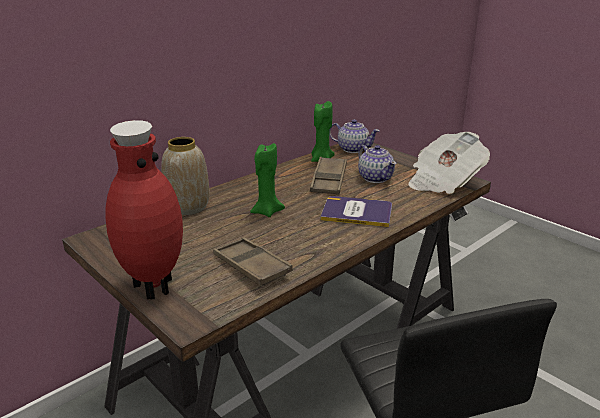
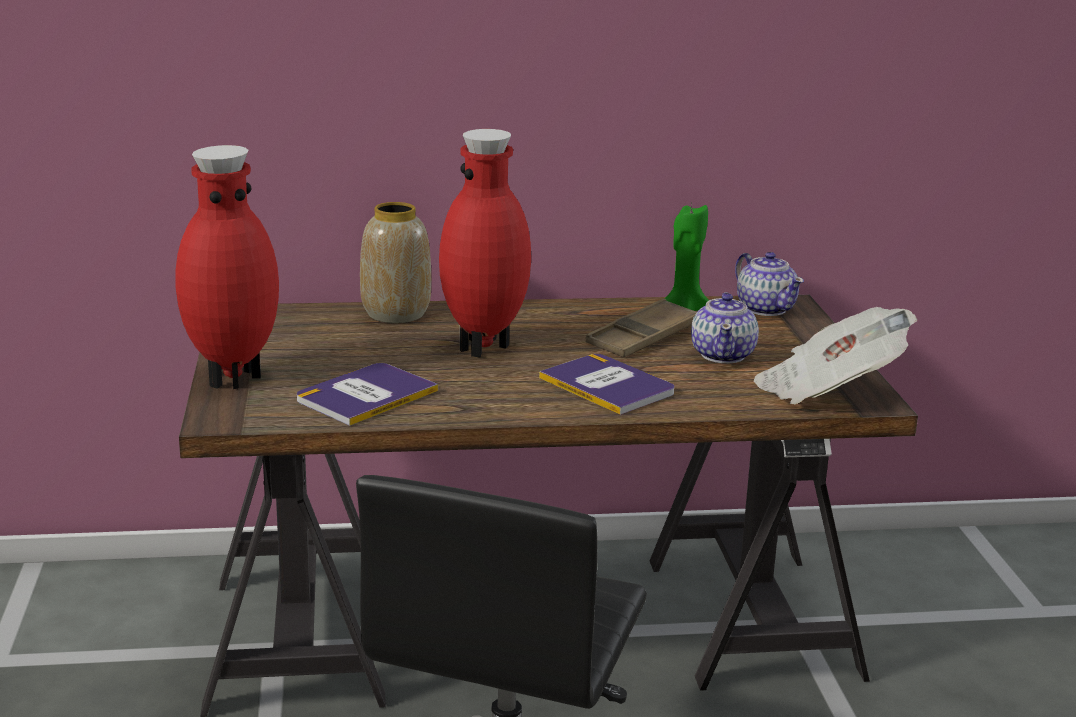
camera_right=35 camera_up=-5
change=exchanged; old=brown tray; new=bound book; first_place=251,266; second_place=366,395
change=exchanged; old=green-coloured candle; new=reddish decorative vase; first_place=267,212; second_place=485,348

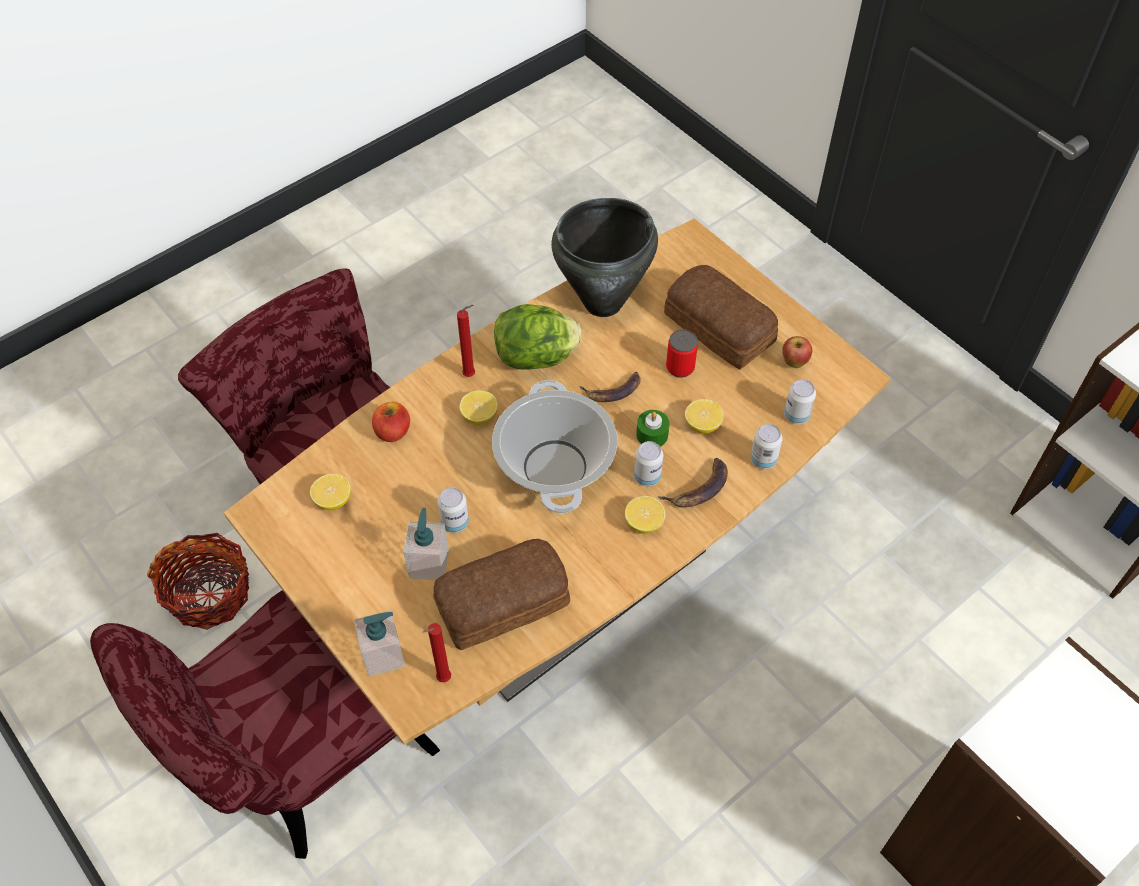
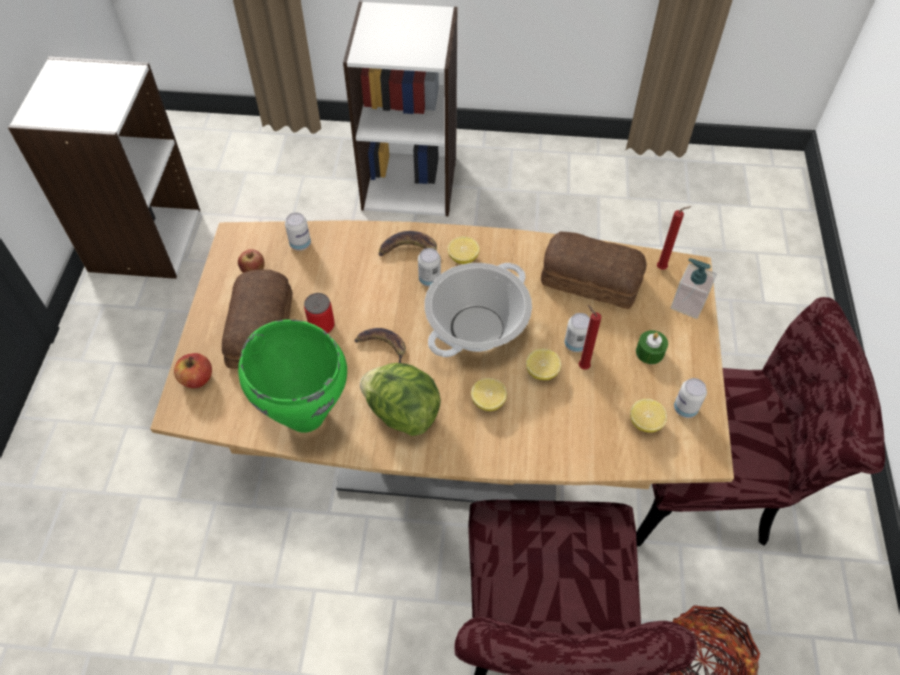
camera_right=-135 camera_up=0
change=relocated; old=apple fruit; first_place=392,431; second_place=197,379
change=colour; old=blackish saucepot; new=green-coloured saucepot; first_place=604,303; second_place=305,414
change=relocated; old=lemon; first_place=702,425; second_place=542,372
change=relocated; old=reddish candle; first_place=471,375; second_place=582,366
change=relocated; old=green-coloured candle; first_place=652,435; second_place=650,352
change=relocated; old=metal can; first_place=763,460; second_place=685,409
change=missing; old=soap bottle; first_place=429,564

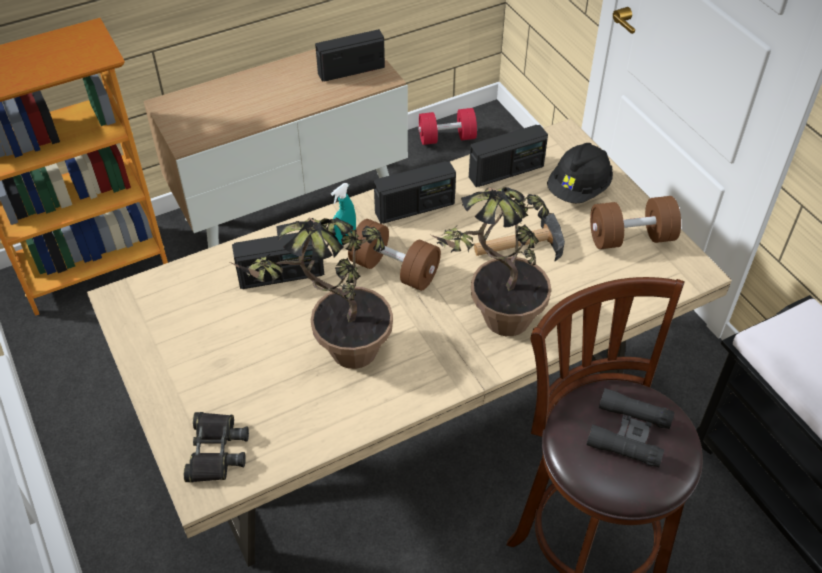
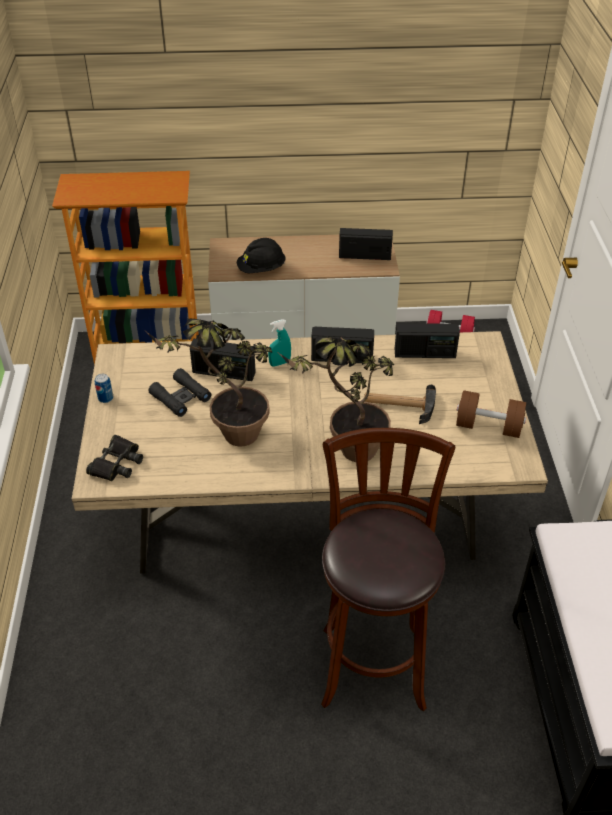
camera_right=25 camera_up=-5
change=appeared; new=metal can; second_place=105,398
change=relocated; old=blackish pair of binoculars; first_place=629,433; second_place=180,397
change=relocated; old=blackish work helmet; first_place=579,189; second_place=261,269
change=missing; old=brown free weight; first_place=394,269

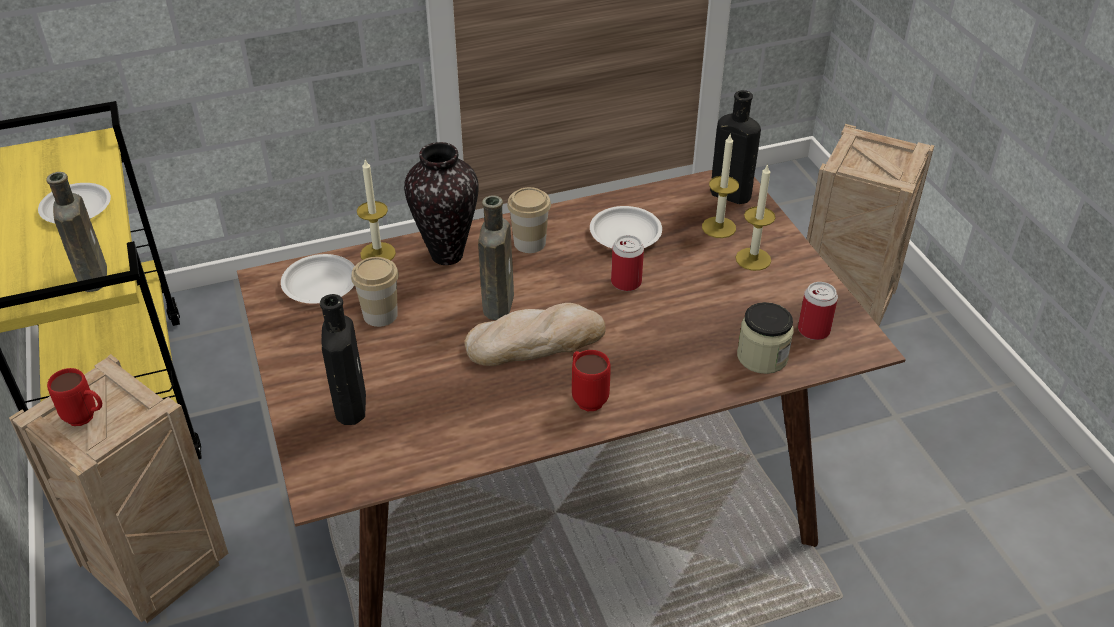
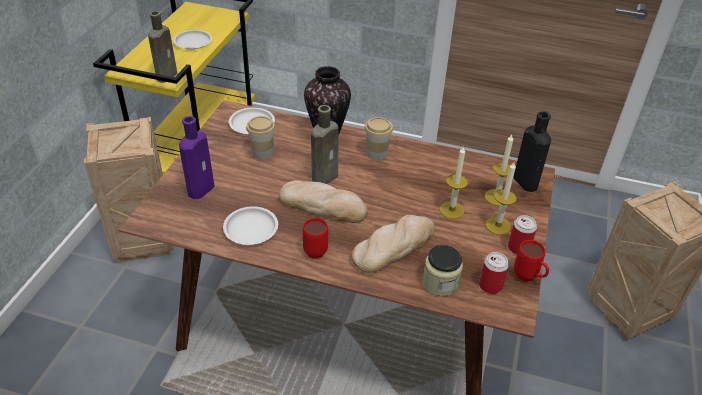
camera_right=35 camera_up=0
change=colour; old=blackish beverage bottle; new=purple-coloured beverage bottle; first_place=350,403; second_place=202,188
change=relocated; old=white-coloured dinner plate; first_place=625,233; second_place=251,228
change=appeared; new=bakery bread; second_place=394,246
change=relocated; old=candle; first_place=378,253; second_place=451,210
change=relocated; old=metal can; first_place=626,282; second_place=518,248
change=relocated; old=reddish tea mug; first_place=87,419; second_place=528,278

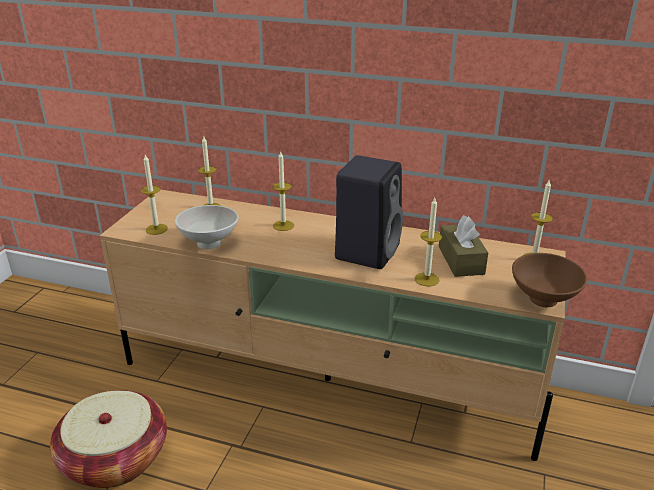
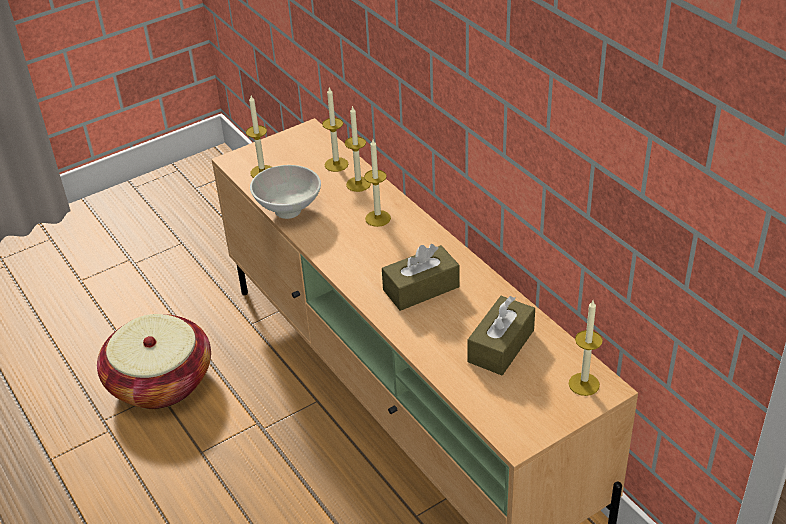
camera_right=40 camera_up=10
change=relocated; old=candle; first_place=427,279; second_place=358,184
change=exchanged; old=blackish speaker; new=brown tissue box; first_place=367,251; second_place=421,288
change=missing; old=brown deep dish; first_place=545,300

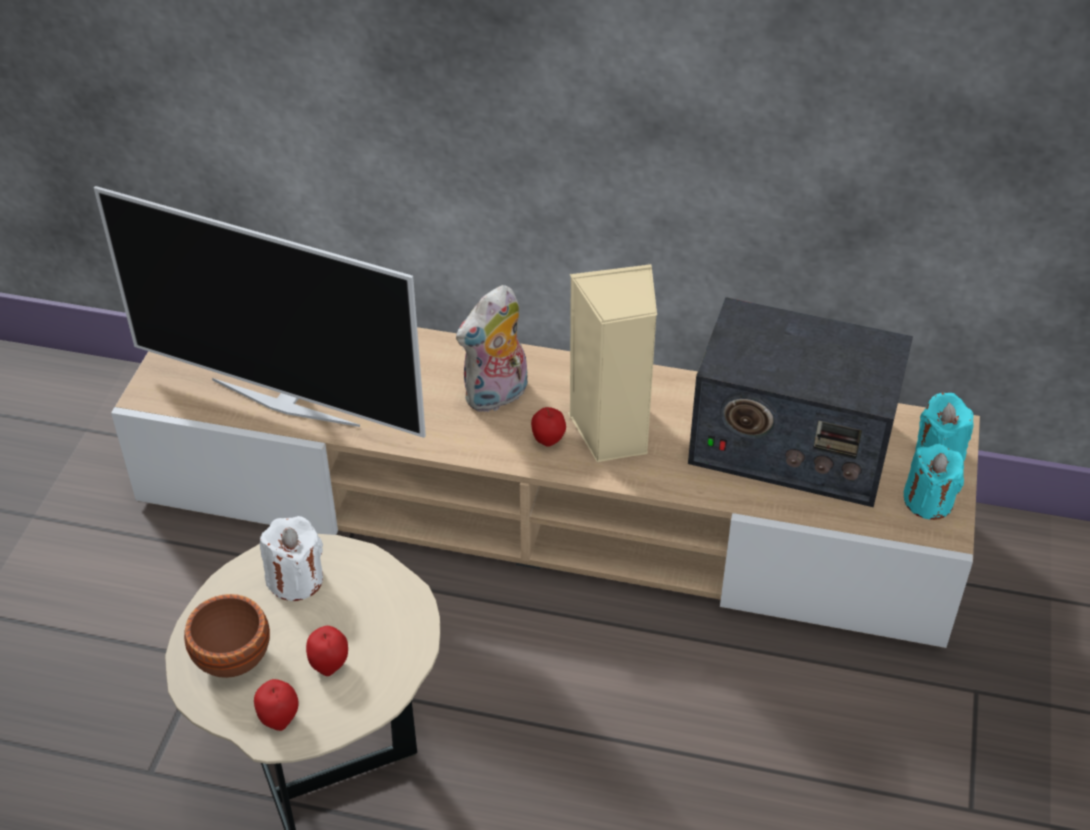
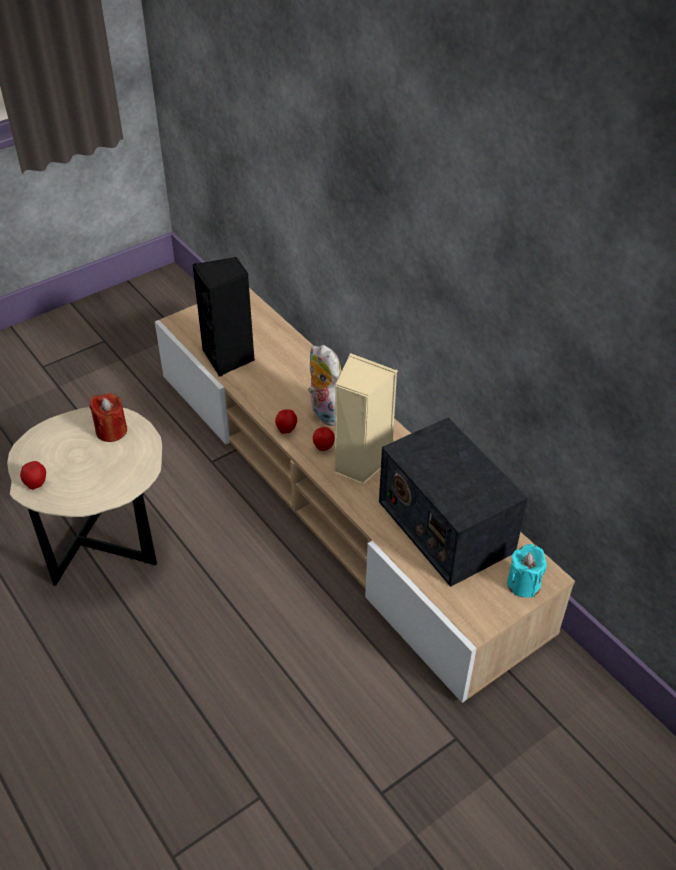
camera_right=40 camera_up=0
change=colour; old=white-coloured candle; new=reddish candle; first_place=295,579; second_place=111,431
change=exchanged; old=television; new=blackish speaker; first_place=286,401; second_place=229,358
change=relocated; old=apple fruit; first_place=330,666; second_place=286,430
change=spun; old=cuddly toy; first_place=497,397; second_place=324,412; degrees=60
change=missing; old=brown deep dish; first_place=231,661
change=missing; old=turquoise candle; first_place=928,501

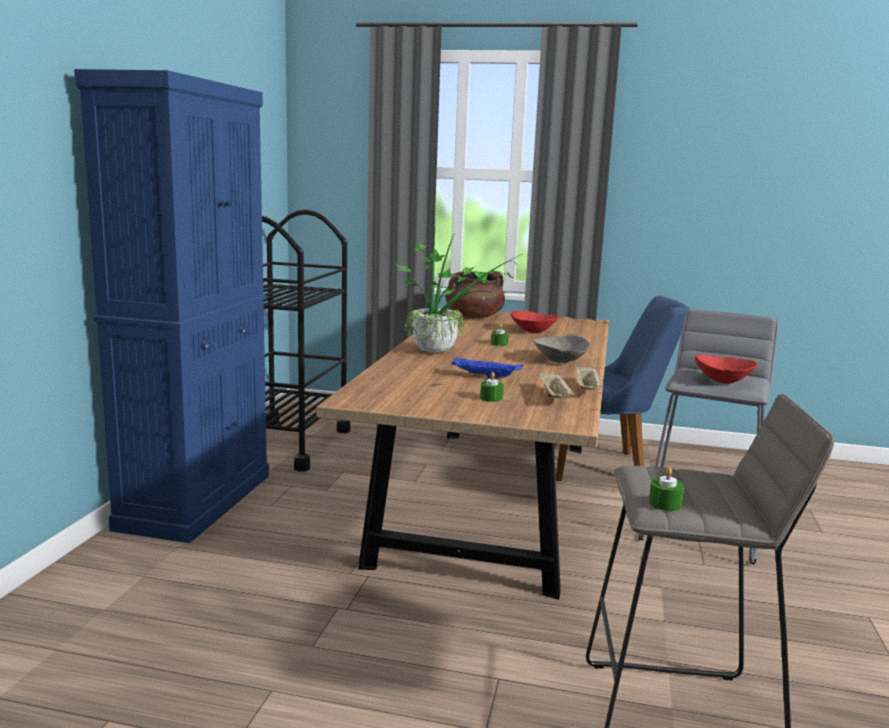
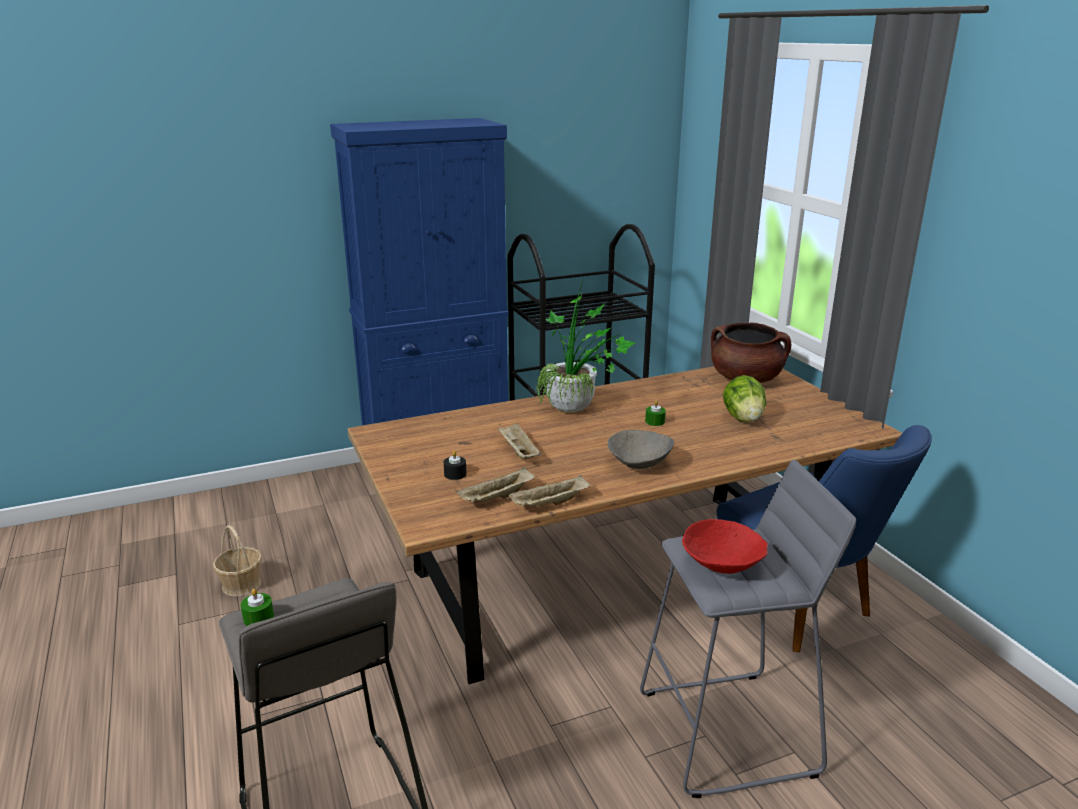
camera_right=55 camera_up=10
change=appeared; new=basket; second_place=241,584
change=colour; old=green-coloured candle; new=blackish candle; first_place=491,398; second_place=455,474
change=colour; old=blue-coloured tray; new=beige-coloured tray; first_place=484,377; second_place=518,452
change=exchanged; old=reddish deep dish; new=lettuce head; first_place=533,331; second_place=743,419

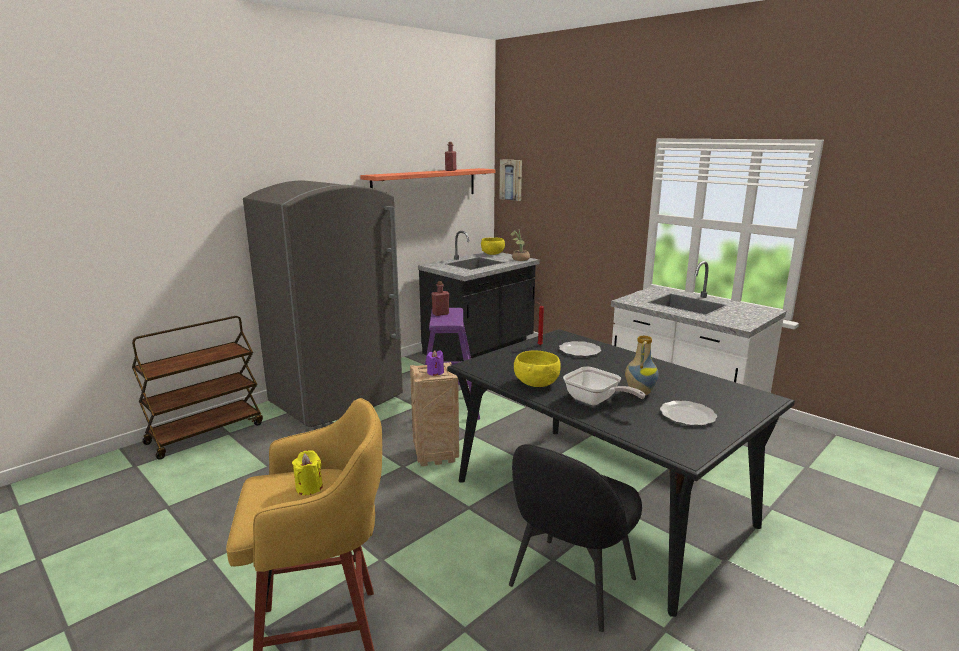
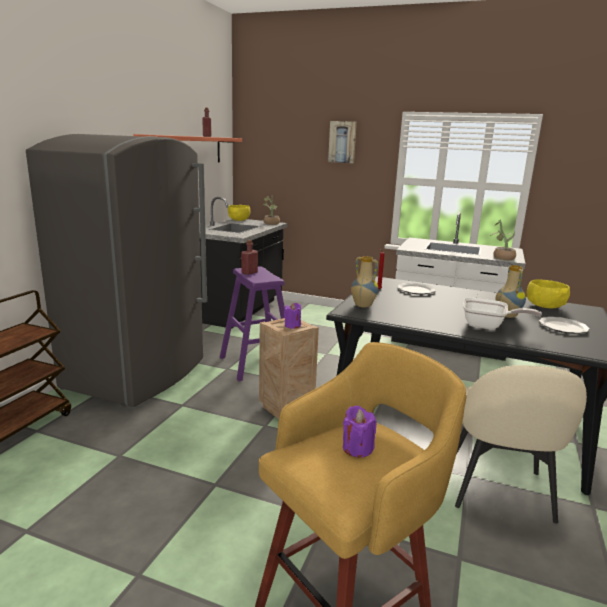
camera_right=-25 camera_up=0
change=relocated; old=picture; first_place=511,179; second_place=342,142
change=colour; old=yellowish candle; new=purple-coloured candle; first_place=309,487; second_place=357,448
change=appeared; new=decorative vase; second_place=362,306
change=colour; old=blackish plain chair; new=beige-coloured plain chair; first_place=570,584; second_place=499,491
change=appeared; new=houseplant; second_place=501,257
change=relocated; old=yellowish deep dish; first_place=536,383; second_place=544,306

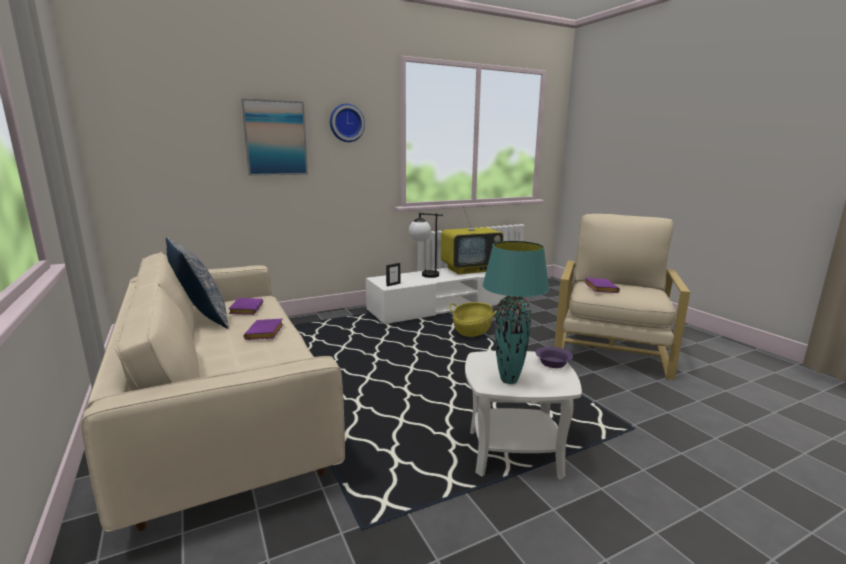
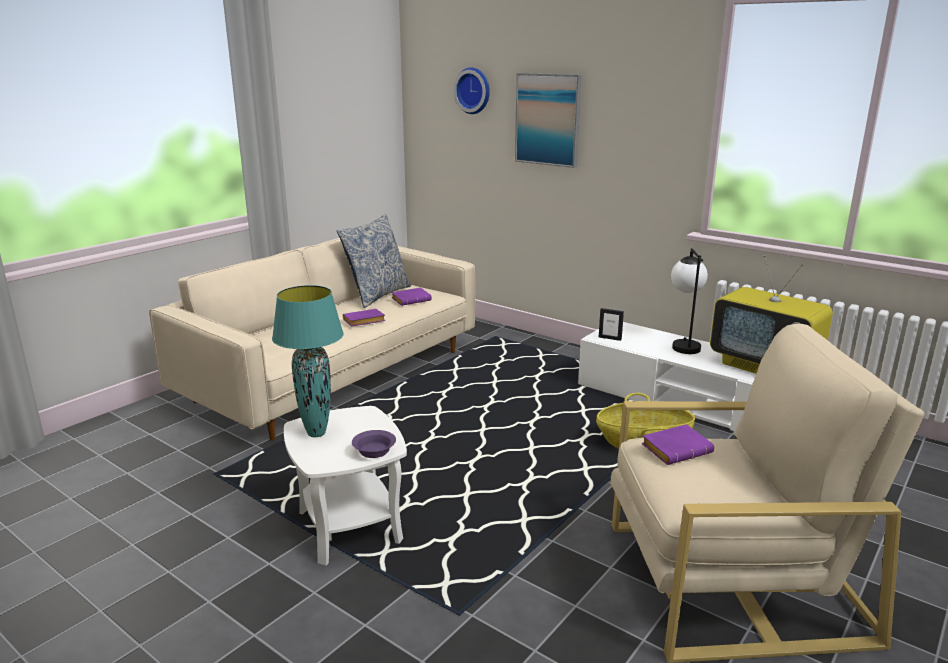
camera_right=65 camera_up=5
change=relocated; old=wall clock; first_place=346,123; second_place=474,90

